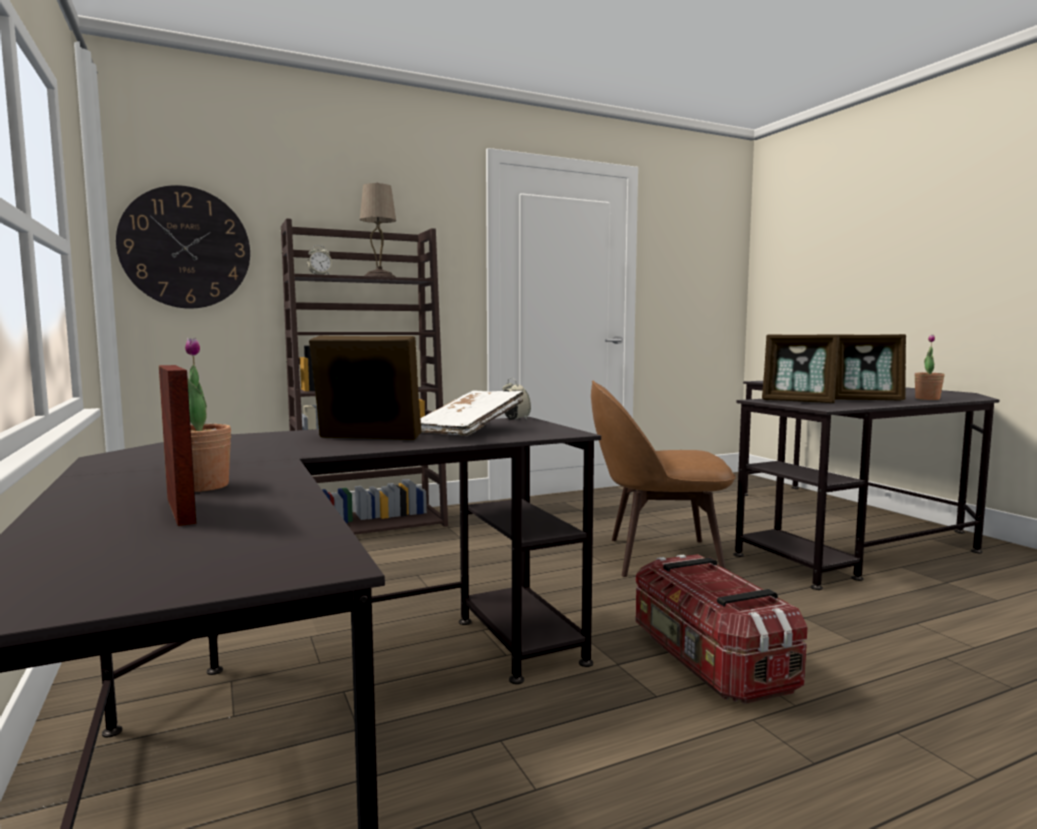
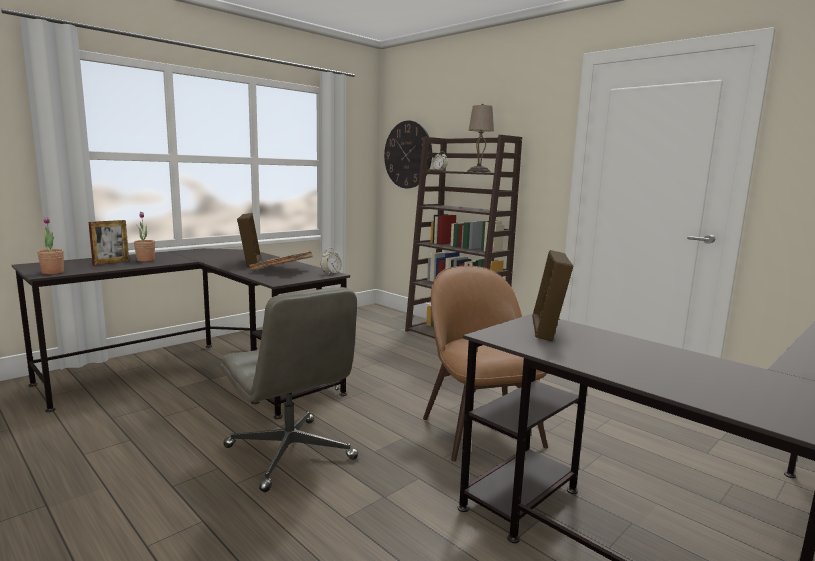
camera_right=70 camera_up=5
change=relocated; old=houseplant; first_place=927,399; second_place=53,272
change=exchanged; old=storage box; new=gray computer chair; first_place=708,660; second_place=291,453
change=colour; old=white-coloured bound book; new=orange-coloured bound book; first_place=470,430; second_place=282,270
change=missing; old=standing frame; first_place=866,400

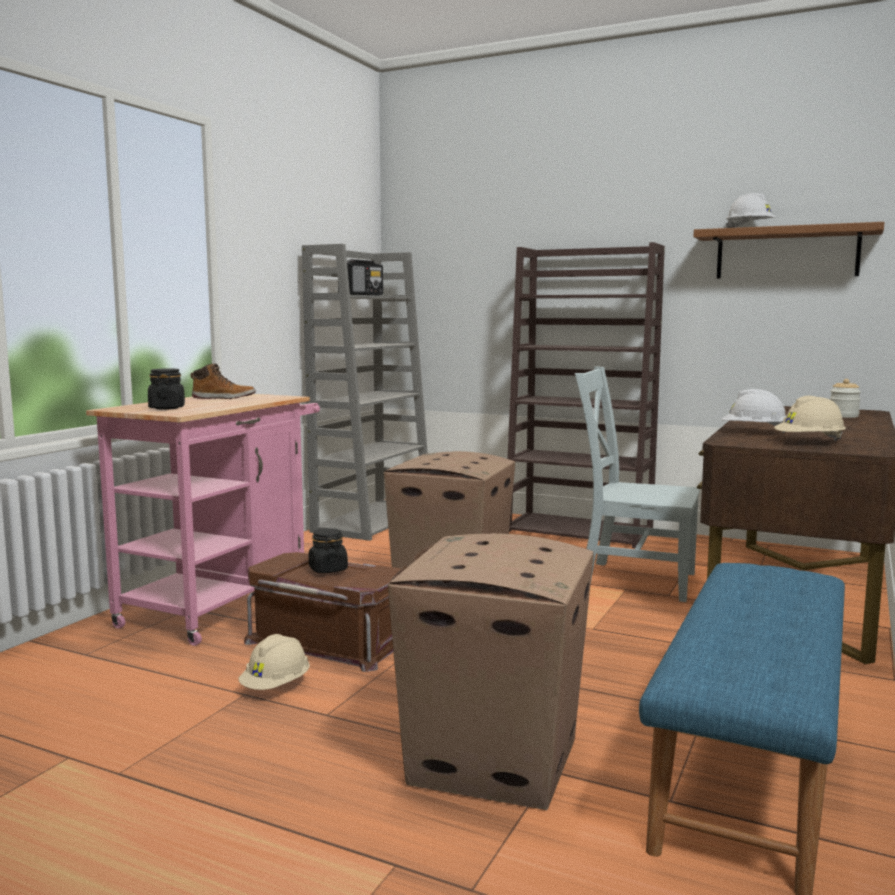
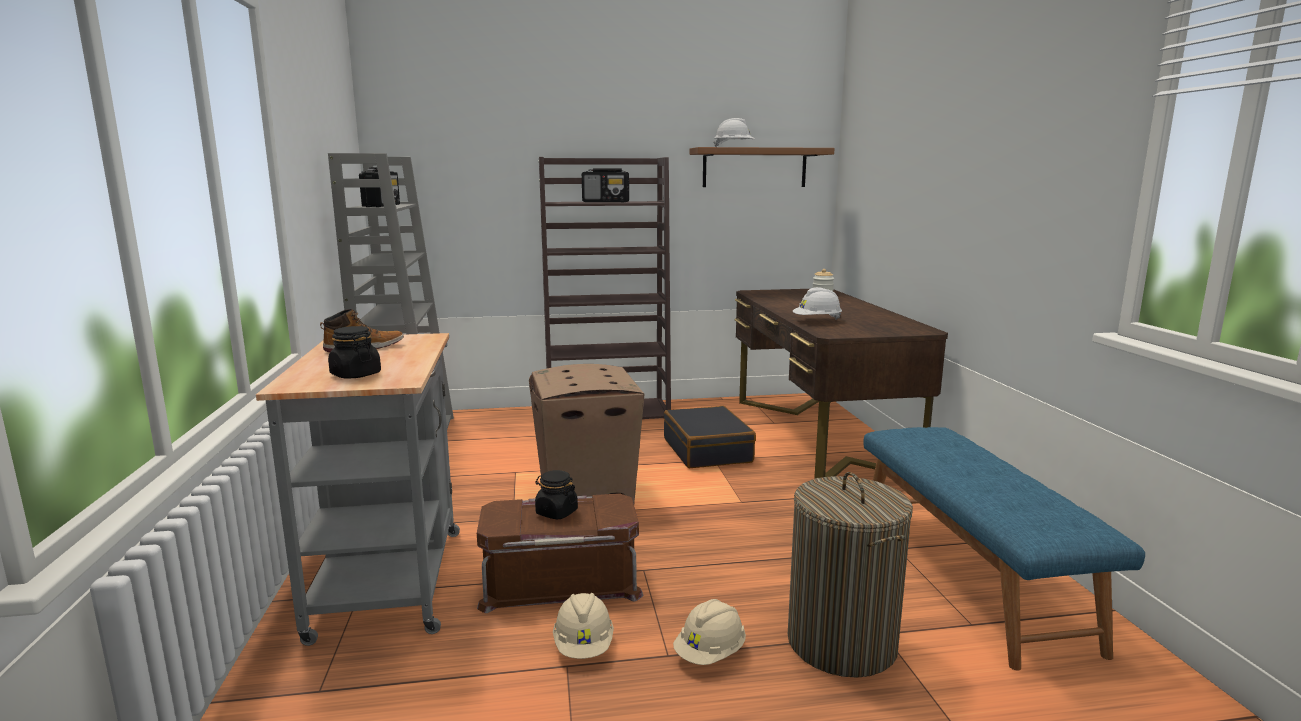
camera_right=-35 camera_up=5
change=colour; old=pink wheeled cart; new=gray wheeled cart; first_place=223,603; second_place=391,575
change=appeared; new=radio set; second_place=606,202
change=exchanged; old=gray plain chair; new=blackish piece of luggage; first_place=632,580; second_place=707,450
change=relocated; old=beige-coloured work helmet; first_place=809,442; second_place=710,654
change=exchanged; old=cardboard box; new=hamper; first_place=493,762; second_place=842,643

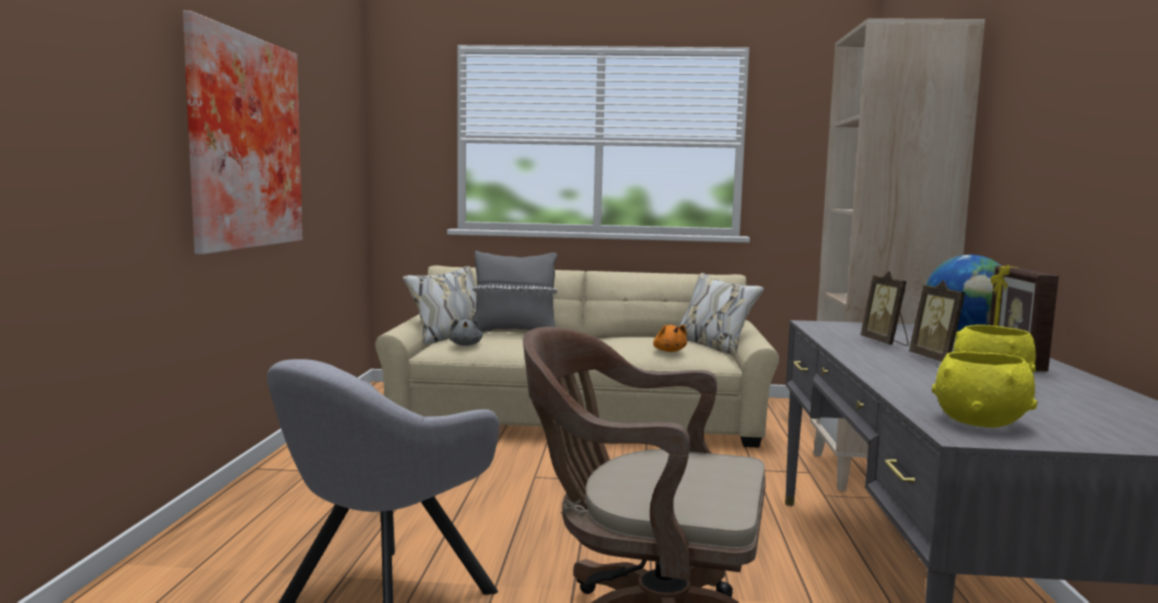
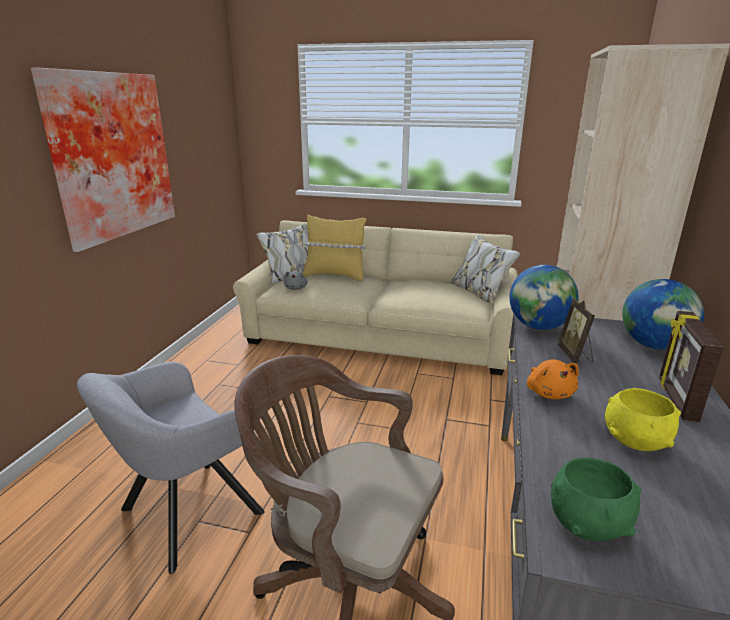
camera_right=10 camera_up=15
change=colour; old=gray cushion; new=yellowish cushion; first_place=513,333; second_place=334,275
change=appeared; new=globe; second_place=538,327
change=relocated; old=orange-coloured cuddly toy; first_place=669,351; second_place=549,393
change=colour; old=yellowish deep dish; new=green-coloured deep dish; first_place=981,422; second_place=588,525
change=missing; old=standing frame; first_place=938,360

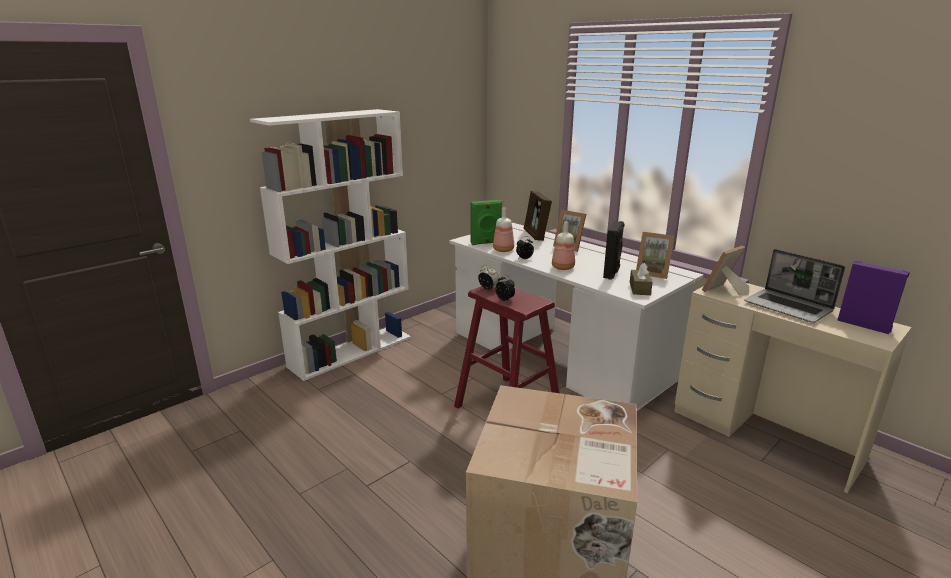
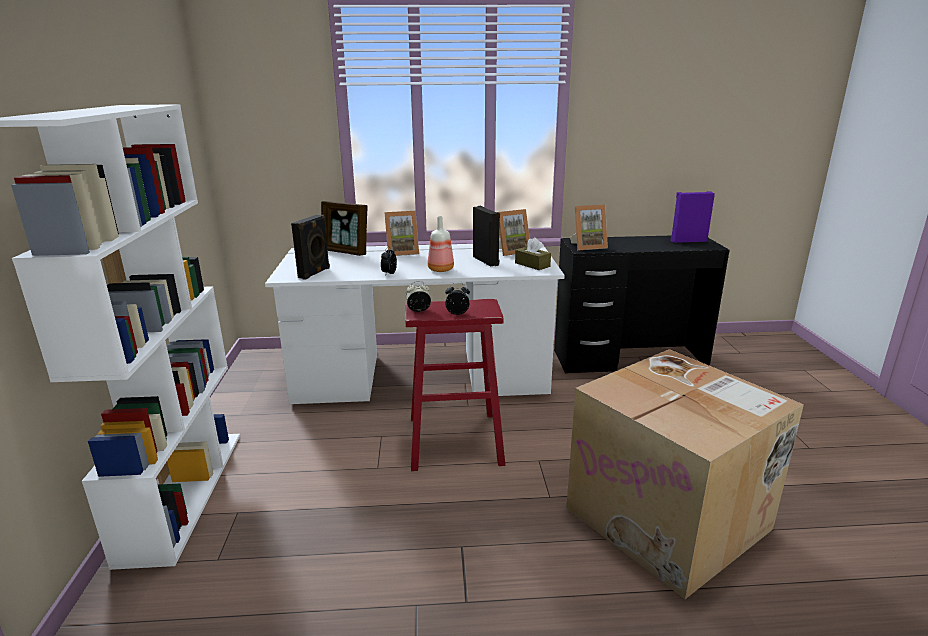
camera_right=-50 camera_up=0
change=colour; old=green-coloured speaker; new=blackish speaker; first_place=486,243; second_place=315,273
change=colour; old=beige-coloured desk; new=blackish desk; first_place=765,435; second_place=629,359
change=spun; old=standing frame; first_place=723,291; second_place=587,246; degrees=-105
change=missing; old=beverage bottle; first_place=503,250
change=missing; old=portable computer; first_place=789,307

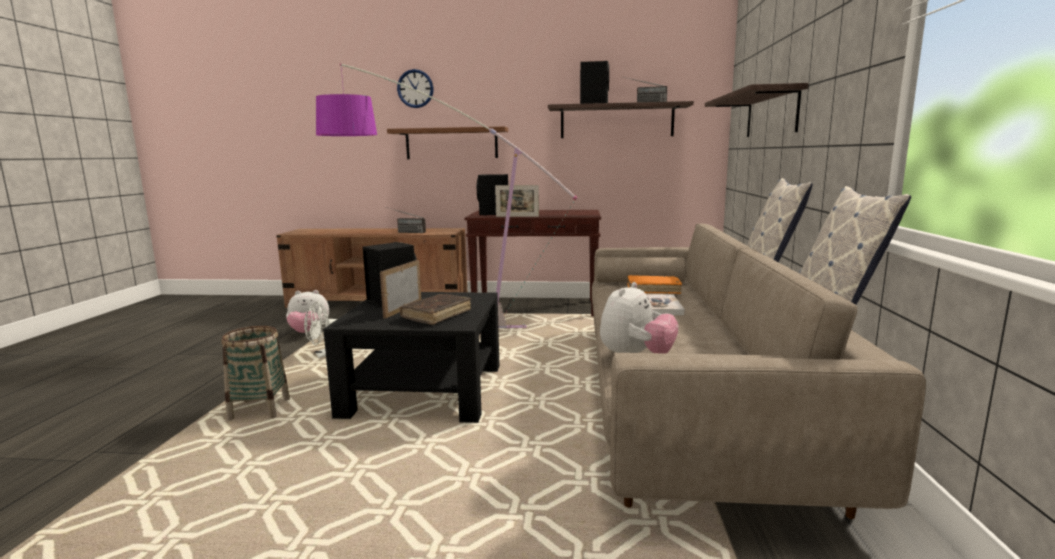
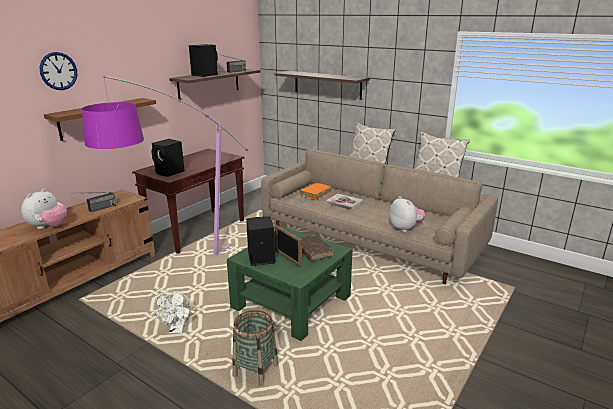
camera_right=-60 camera_up=10
change=relocated; old=cuddly toy; first_place=309,332; second_place=48,227
change=colour; old=blackish lounge table; new=green-coloured lounge table; first_place=424,390; second_place=291,302
change=missing; old=standing frame; first_place=517,216

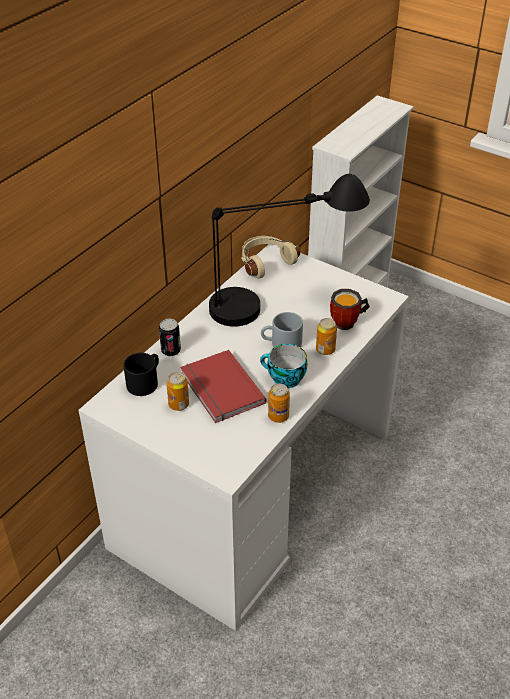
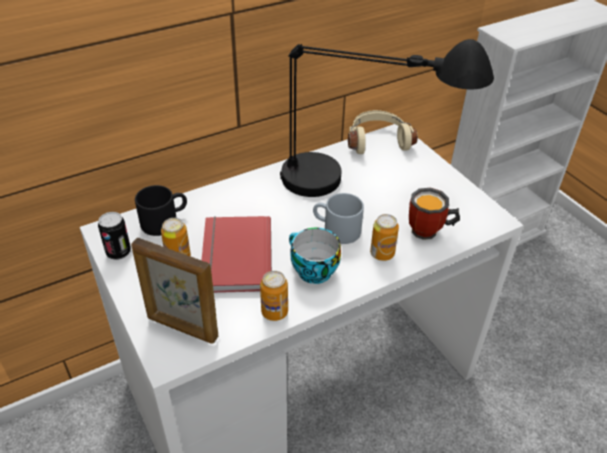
camera_right=25 camera_up=0
change=relocated; old=metal can; first_place=171,351; second_place=118,252
change=appeared; new=standing frame; second_place=182,328

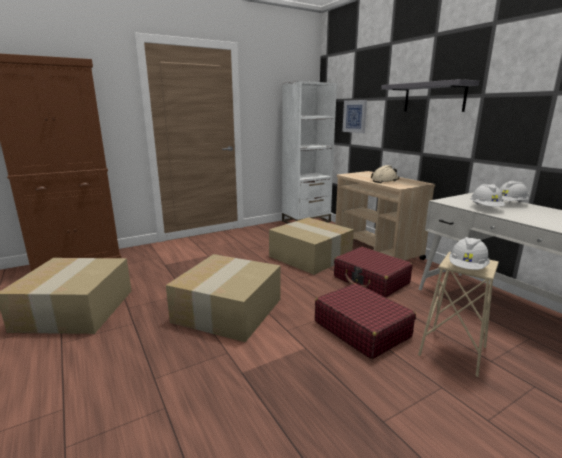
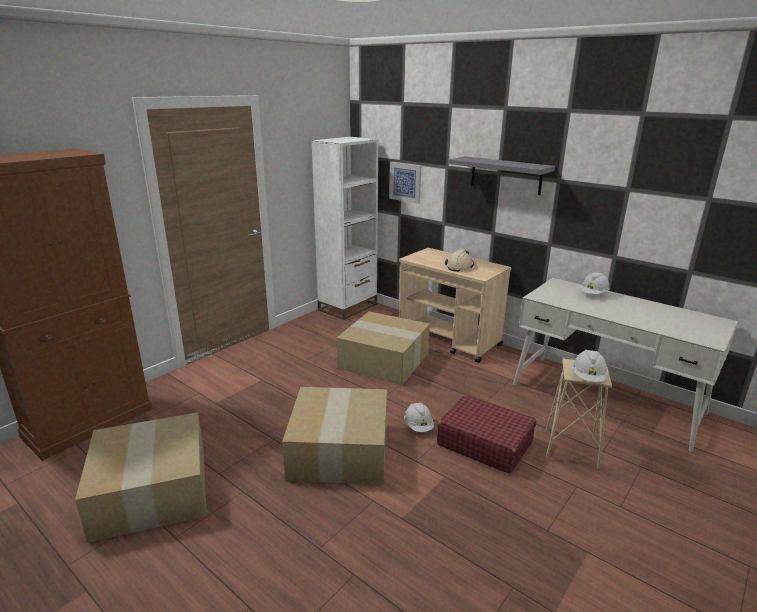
camera_right=-20 camera_up=5
change=relocated; old=white-coloured work helmet; first_place=486,208; second_place=418,426
change=missing; old=reddish piece of luggage; first_place=371,280

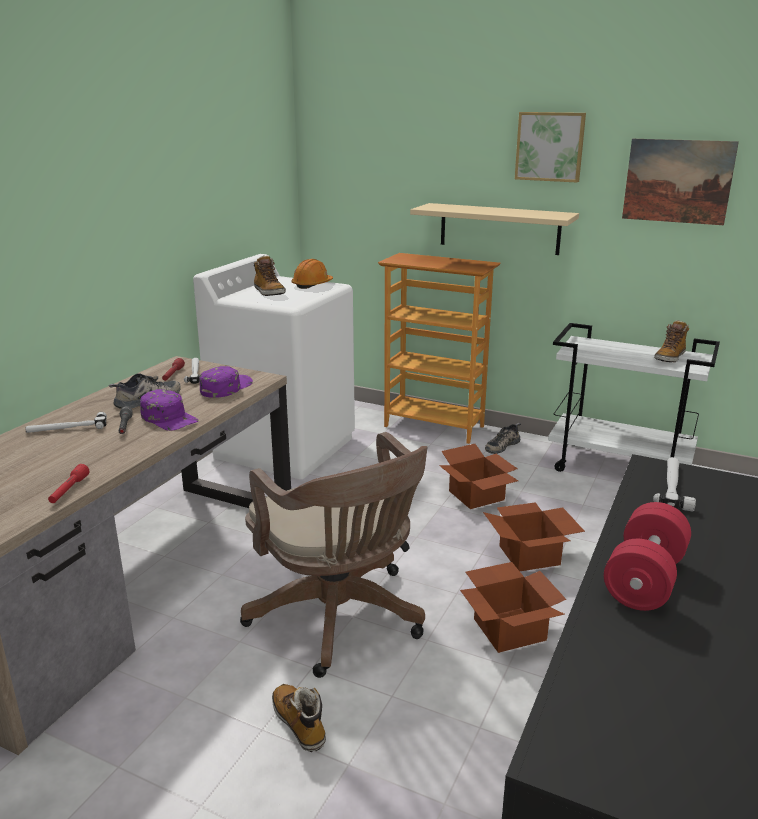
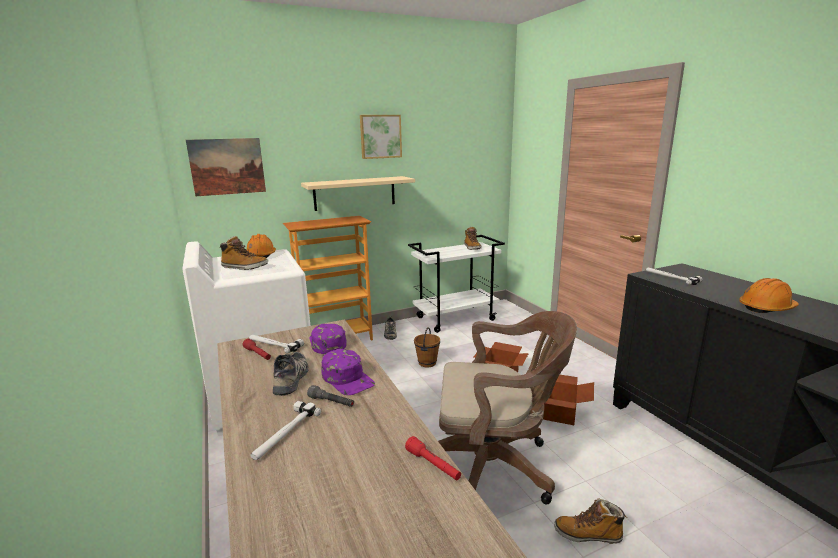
camera_right=-50 camera_up=-5
change=relocated; old=picture; first_place=677,181; second_place=227,166
change=spun; old=purple-coloured baseball cap; first_place=169,418; second_place=348,379; degrees=60
change=exchanged; old=cardboard box; new=brown water bucket; first_place=476,496; second_place=427,363
change=exchanged; old=reddish free weight; new=orange-coloured work helmet; first_place=644,579; second_place=766,308

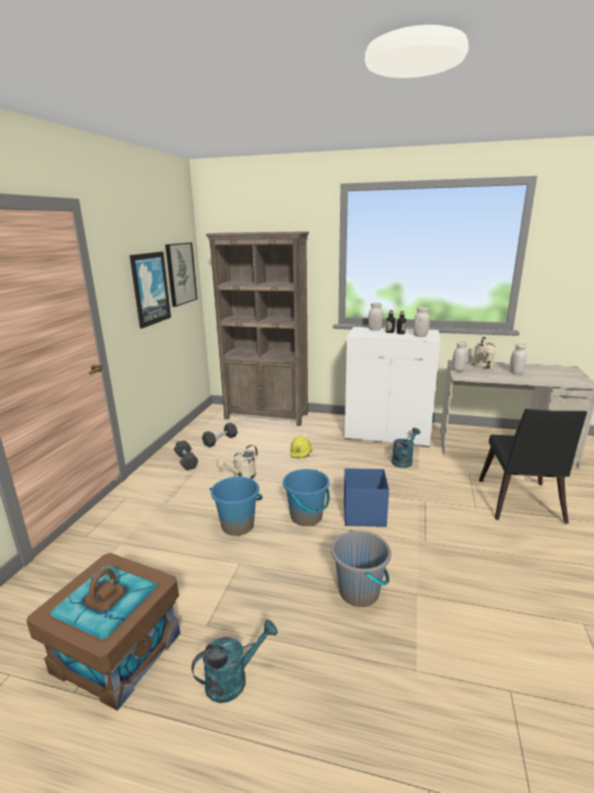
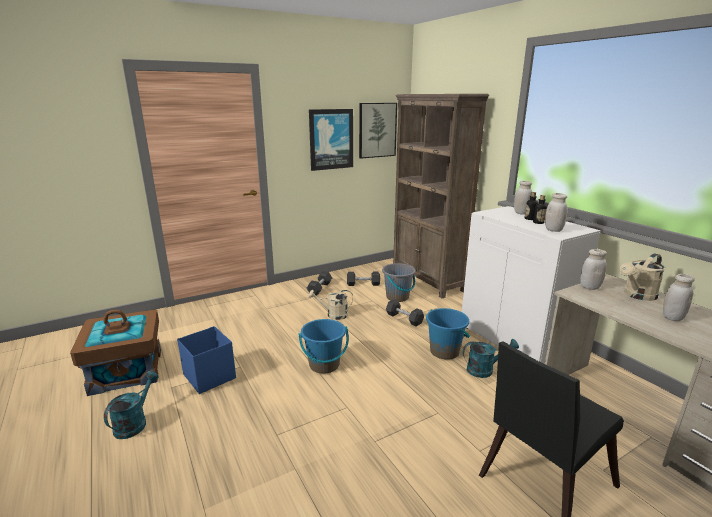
camera_right=45 camera_up=0
change=spun; old=turquoise sprinkling can; first_place=233,679; second_place=134,423; degrees=-90
change=relocated; old=blue-coloured storage box; first_place=363,514; second_place=209,376
change=relocated; old=gray water bucket; first_place=359,592; second_place=397,297
change=exchanged; old=yellowish work helmet; new=blackish free weight; first_place=301,452; second_place=404,318
change=relocated; old=blue-coloured water bucket; first_place=238,525; second_place=444,351

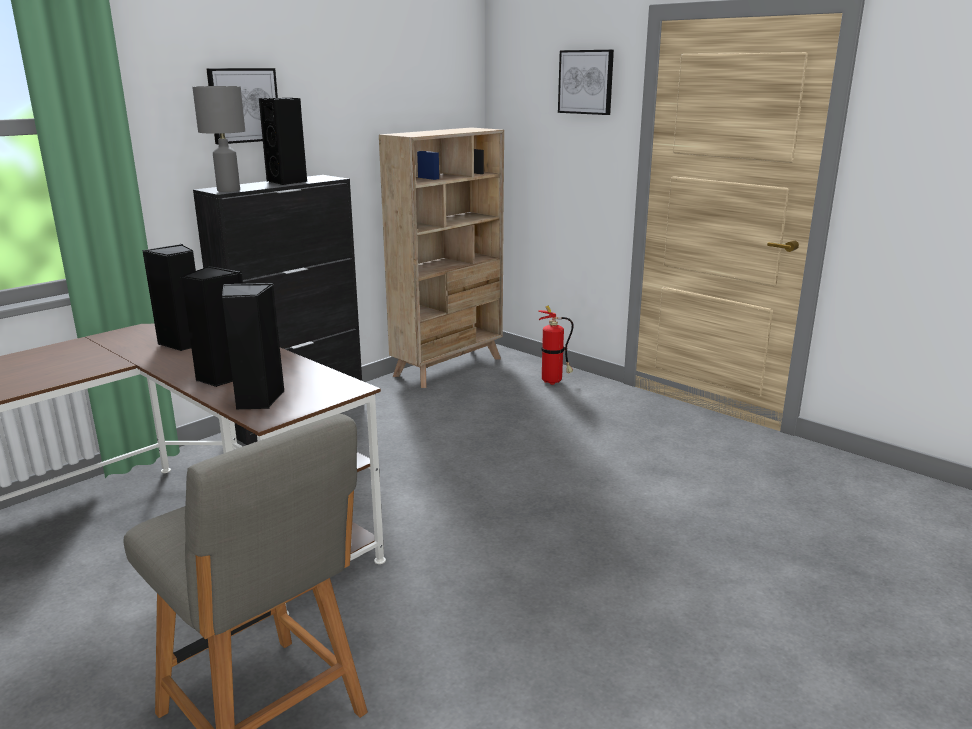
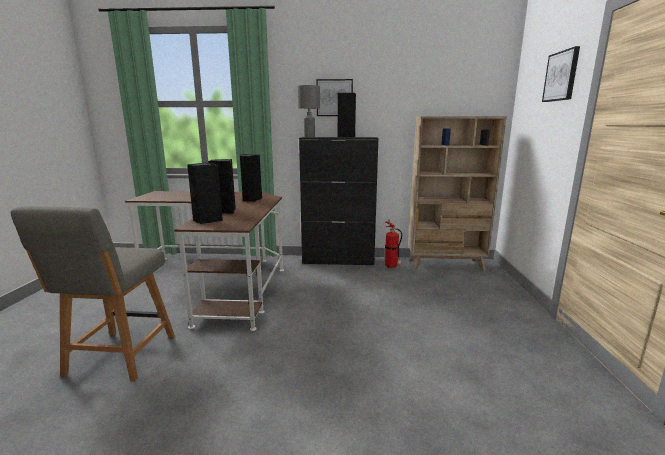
camera_right=50 camera_up=-5
change=relocated; old=fire extinguisher; first_place=554,382; second_place=392,267

